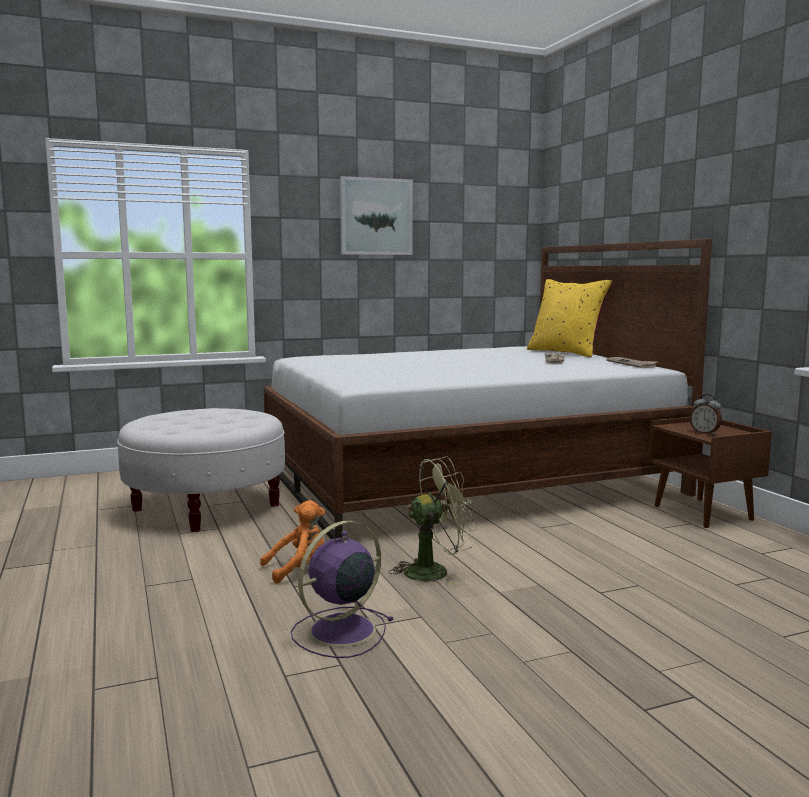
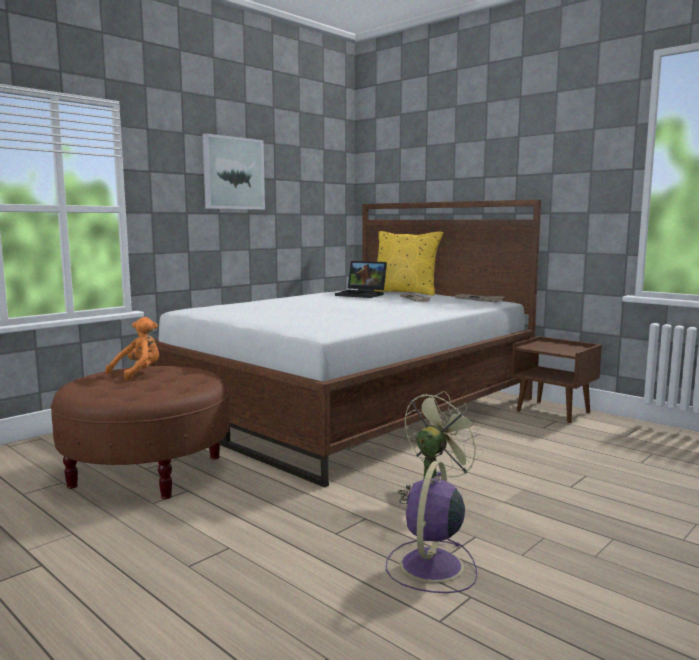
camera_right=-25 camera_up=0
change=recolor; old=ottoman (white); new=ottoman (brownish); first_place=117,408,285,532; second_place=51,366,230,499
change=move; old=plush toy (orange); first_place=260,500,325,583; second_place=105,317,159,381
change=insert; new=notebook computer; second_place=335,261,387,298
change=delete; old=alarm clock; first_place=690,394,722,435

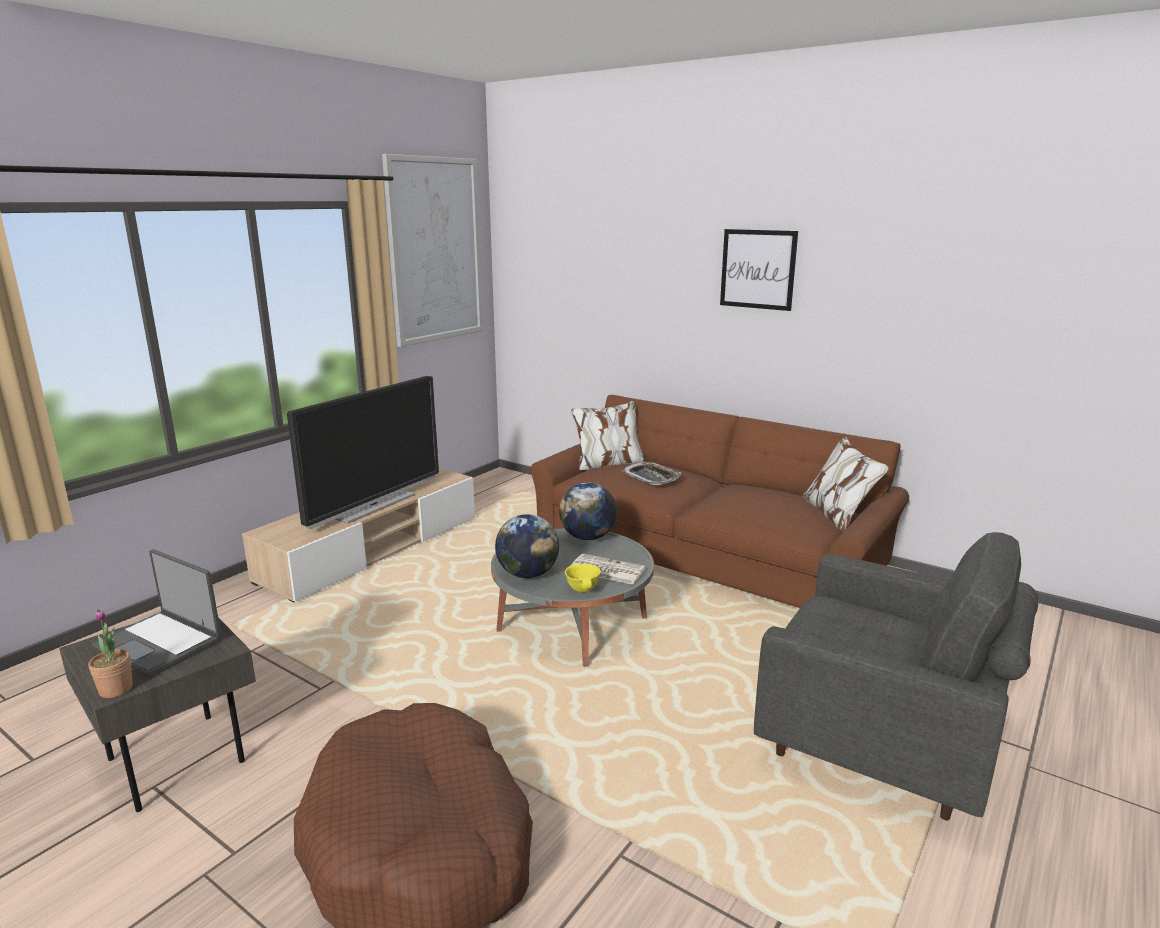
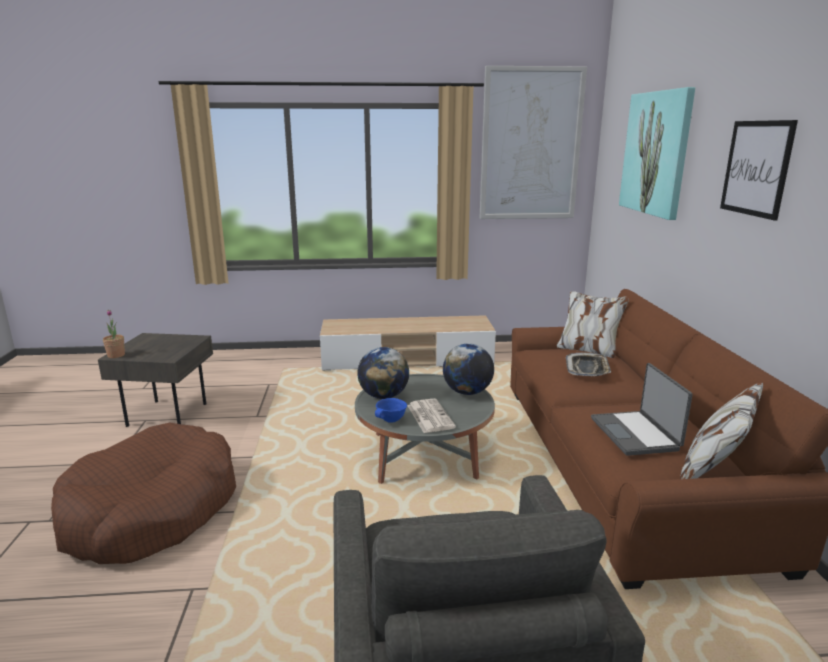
camera_right=50 camera_up=0
change=recolor; old=deep dish (yellow-coloured); new=deep dish (blue-coloured); first_place=565,564,601,592; second_place=375,398,407,423
change=move; old=notebook computer; first_place=93,549,221,677; second_place=591,363,693,456
change=insert; new=wall picture; second_place=619,87,695,220
change=delete; old=TV set; first_place=287,376,439,529

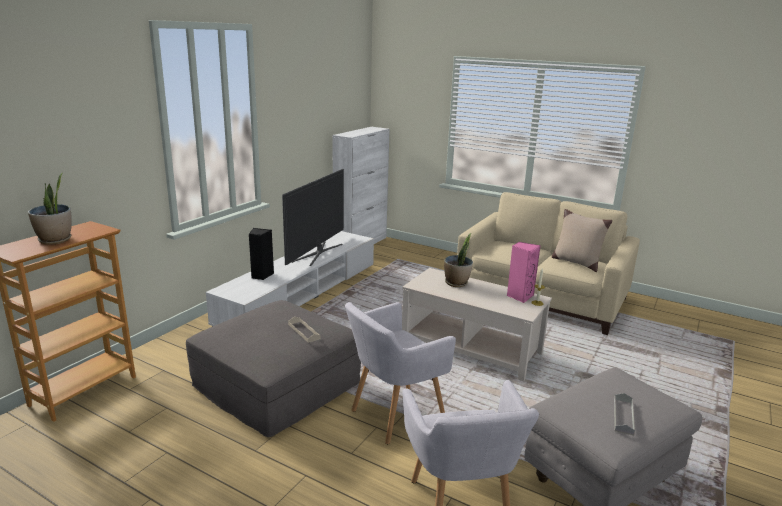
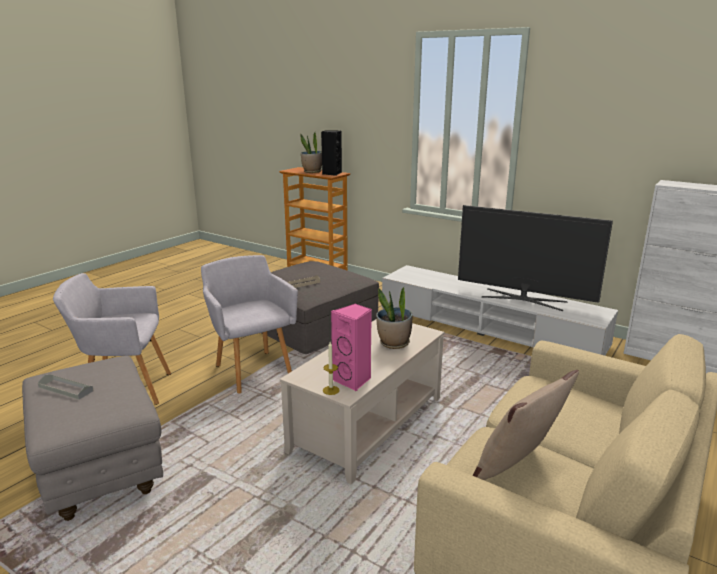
camera_right=95 camera_up=0
change=move; old=audio speaker (blackish); first_place=249,228,274,280; second_place=321,131,342,176

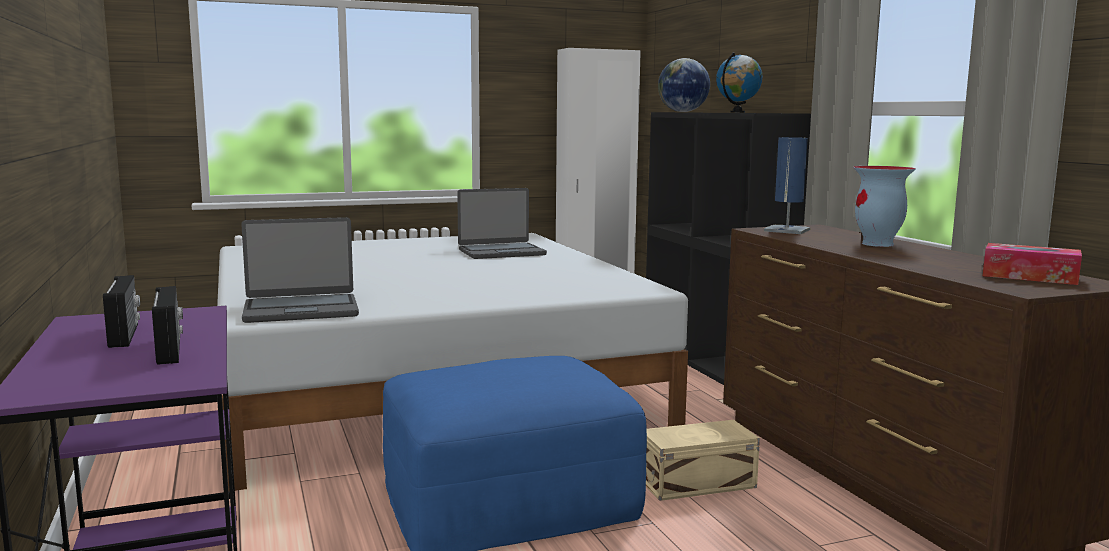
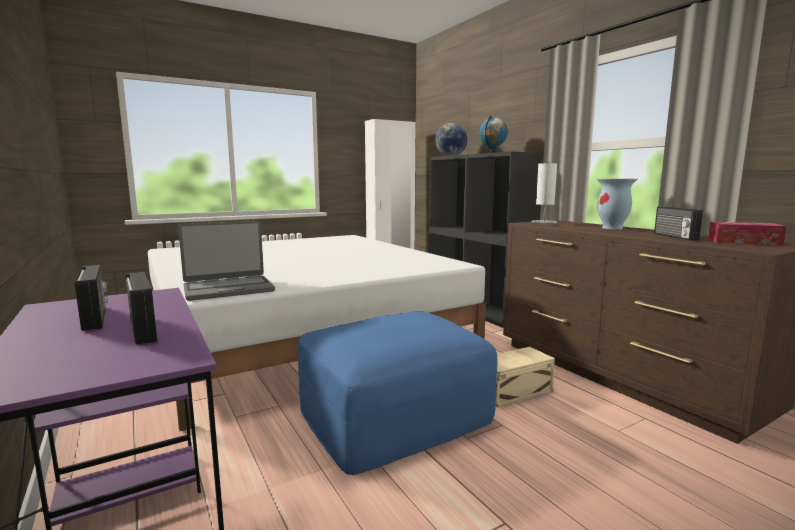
camera_right=-10 camera_up=0
change=recolor; old=lamp for a table (blue-coloured); new=lamp for a table (white); first_place=764,137,810,234; second_place=531,163,557,225
change=insert; new=radio set; second_place=654,207,703,240
change=delete; old=notebook computer; first_place=457,188,547,259

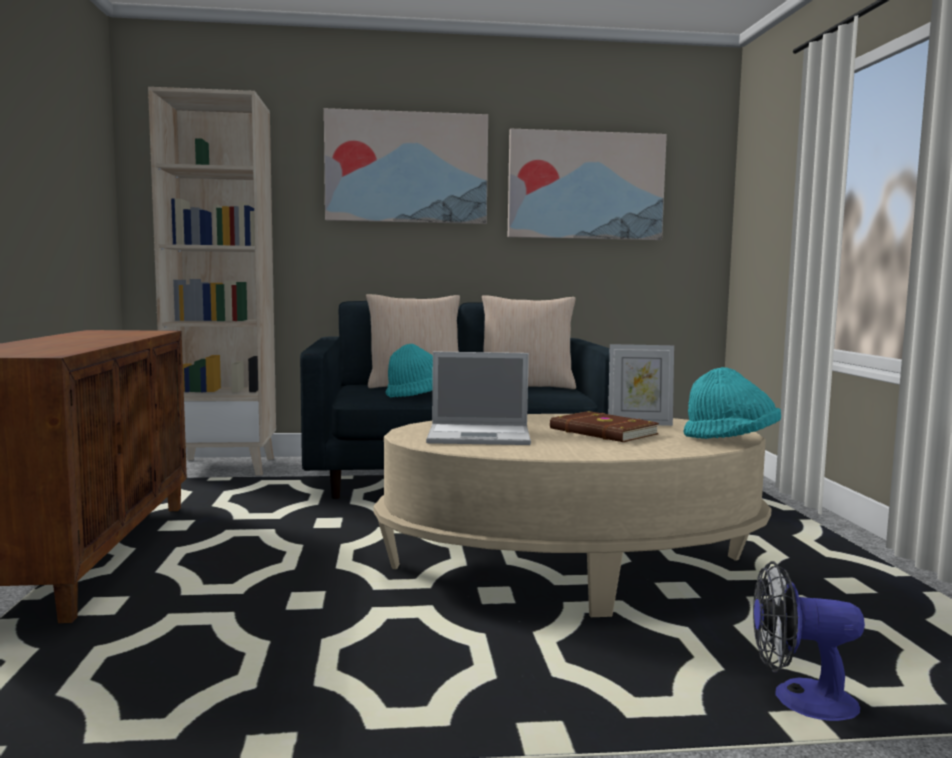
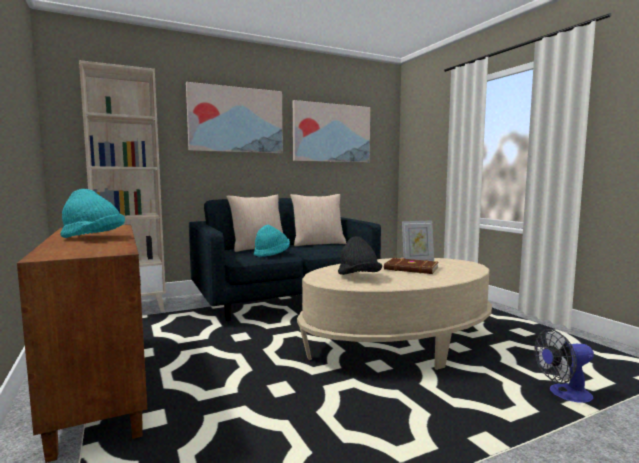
camera_right=-20 camera_up=0
change=move; old=hat (turquoise); first_place=683,367,781,439; second_place=60,189,125,238
change=replace; old=notebook computer; new=hat (blackish); first_place=426,351,531,445; second_place=338,236,382,275

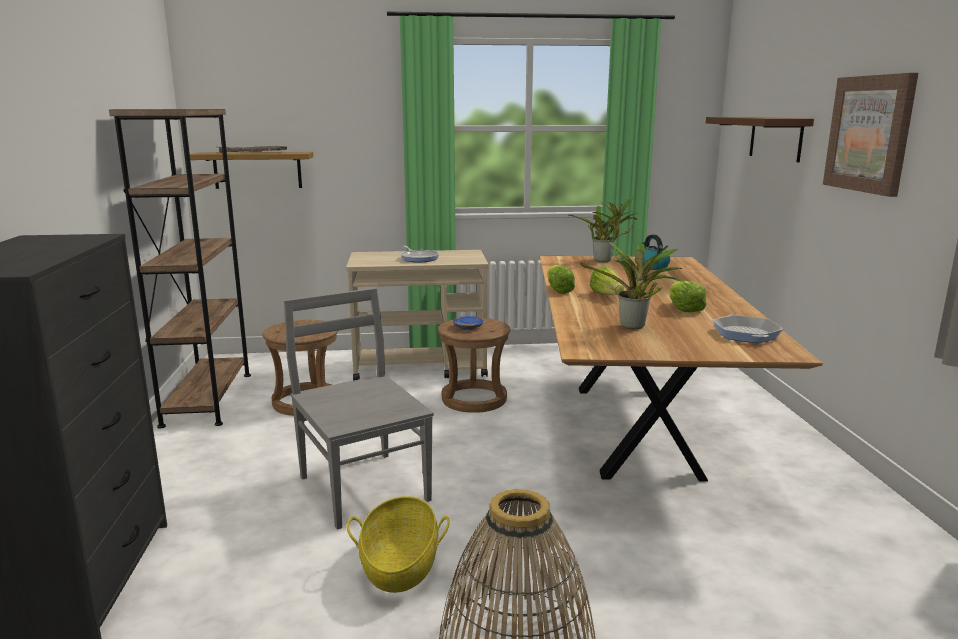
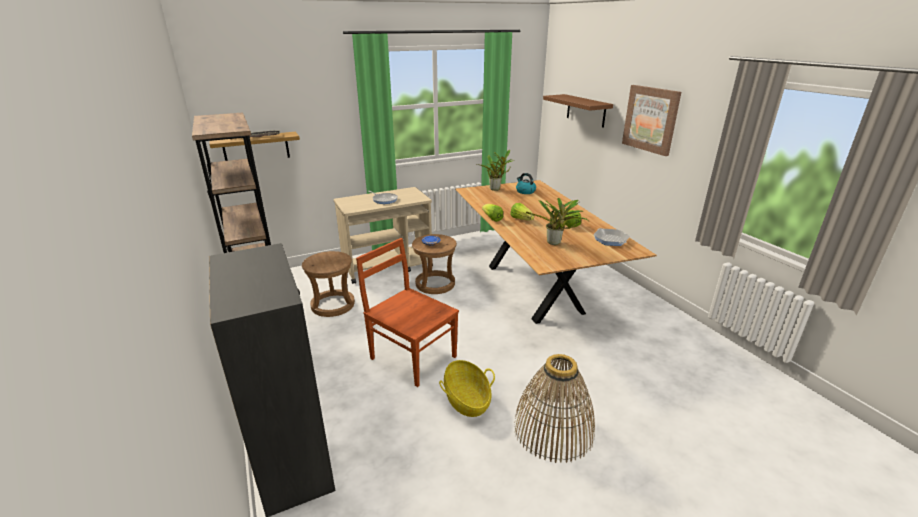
camera_right=-20 camera_up=10
change=recolor; old=plain chair (grey); new=plain chair (brownish); first_place=284,288,434,530; second_place=356,238,459,387

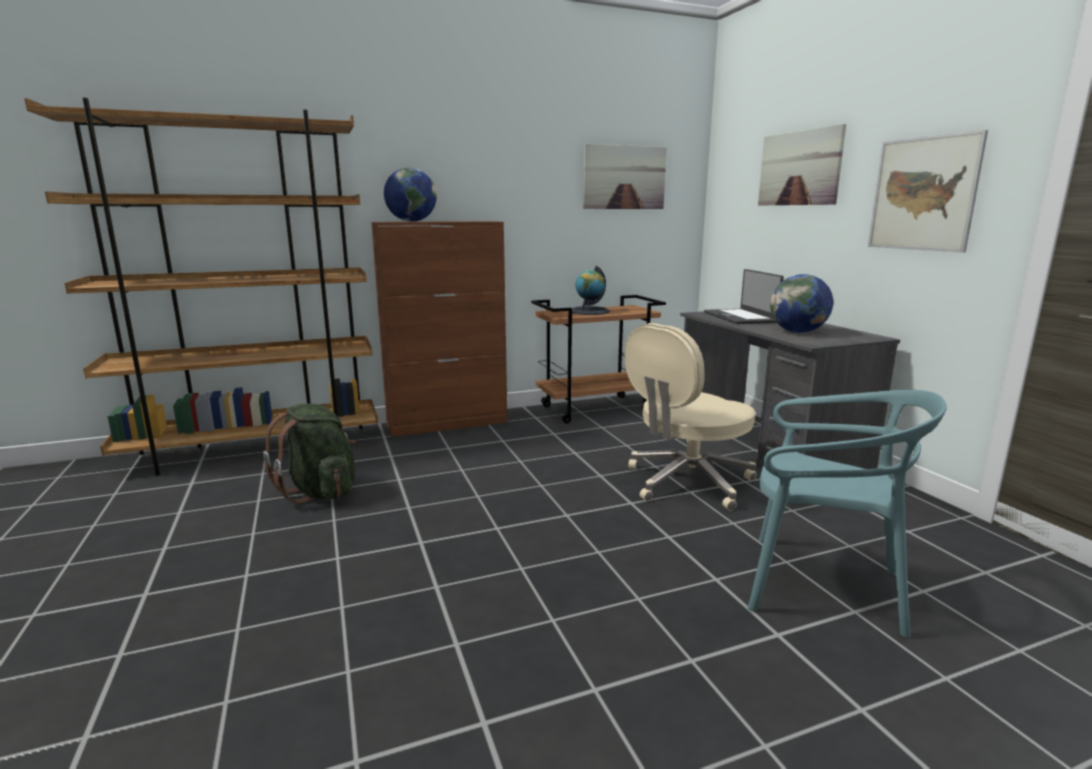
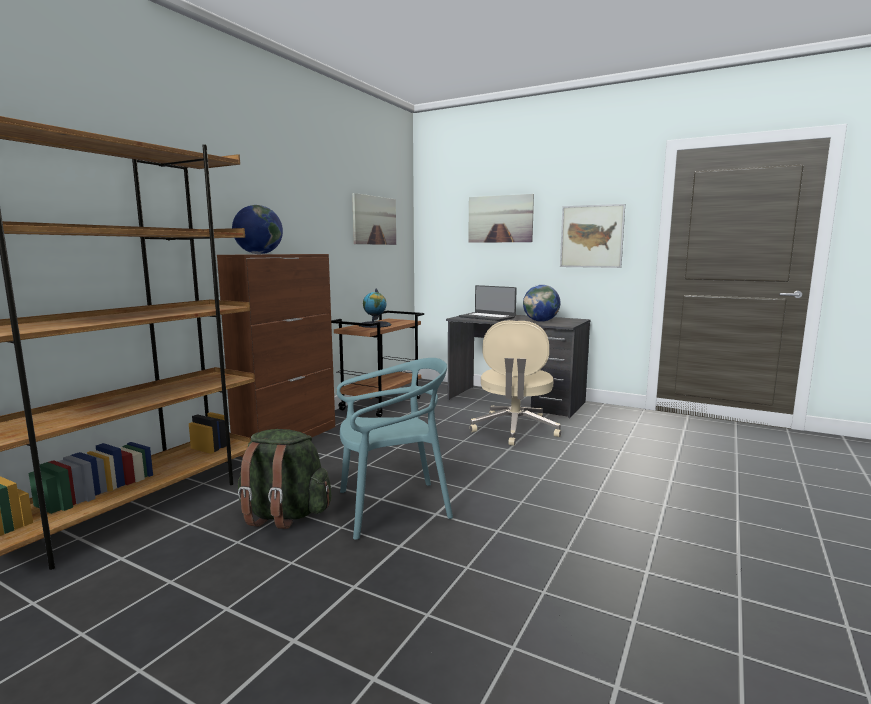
camera_right=-40 camera_up=-5
change=move; old=plain chair (turquoise); first_place=748,390,947,638; second_place=336,358,453,540

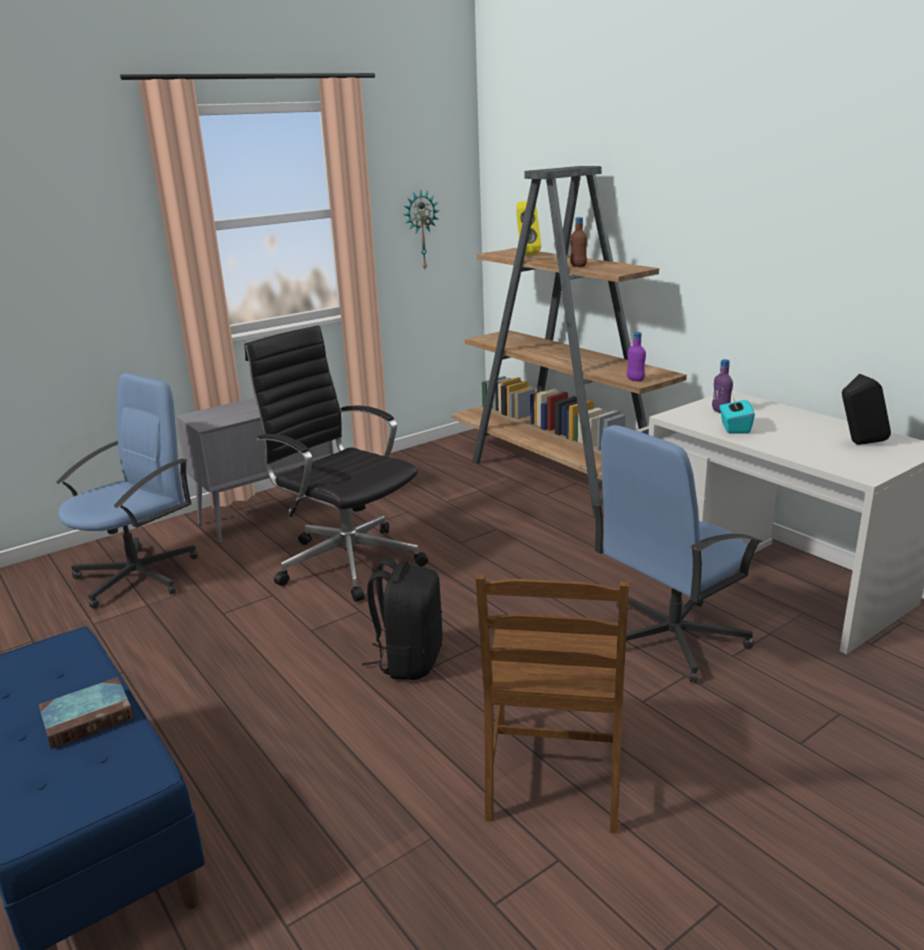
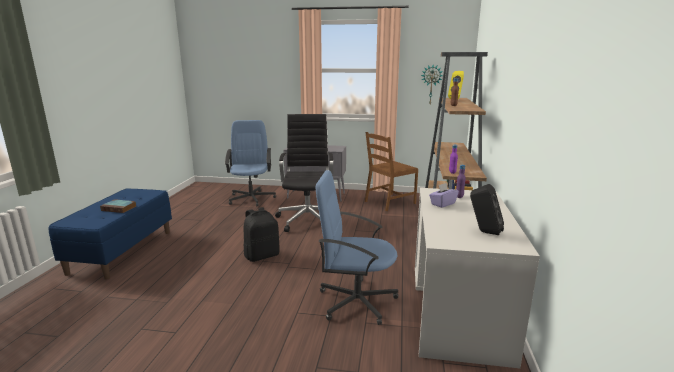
camera_right=45 camera_up=-5
change=rotate; old=computer chair (blue-coloured); first_place=56,373,198,608; second_place=225,120,276,206; degrees=-90
change=move; old=plain chair (brownish); first_place=476,574,629,834; second_place=365,132,418,211
change=recolor; old=tissue holder (turquoise); new=tissue holder (purple); first_place=719,394,755,433; second_place=429,183,459,208

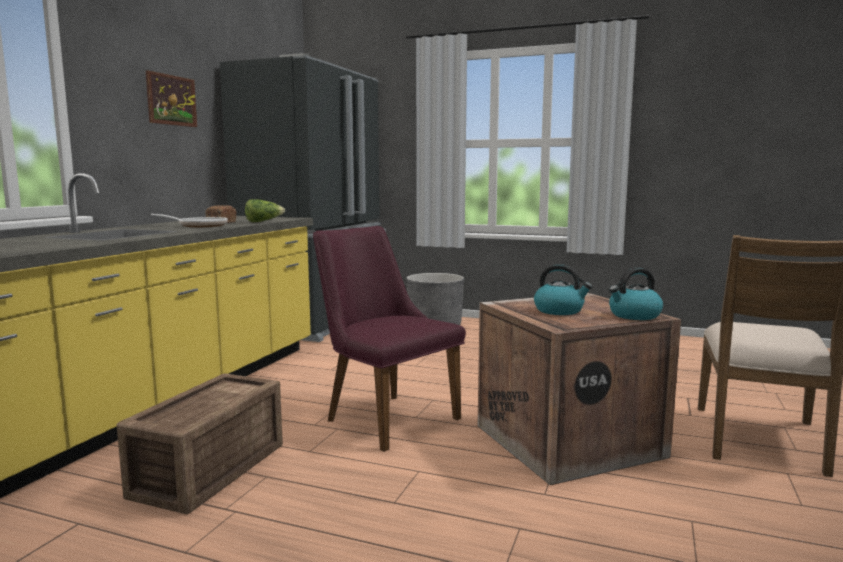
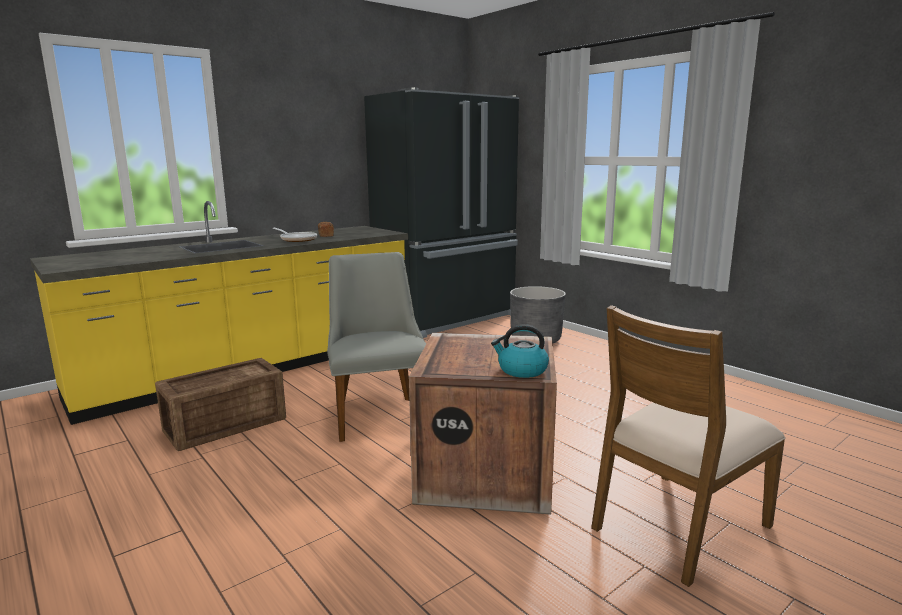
camera_right=30 camera_up=5
change=recolor; old=plain chair (purple); new=plain chair (grey); first_place=313,226,466,452; second_place=327,252,426,442
change=delete; old=wall picture; first_place=146,70,197,127
change=delete; old=lettuce; first_place=245,200,285,222
change=delete; old=water kettle; first_place=534,264,592,315

